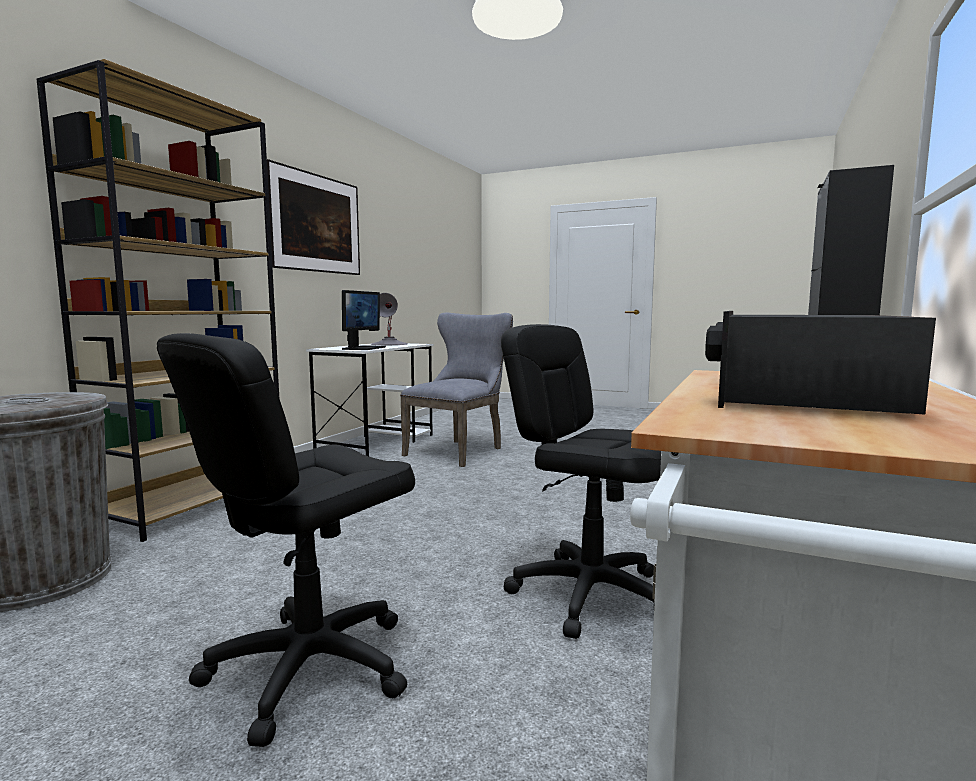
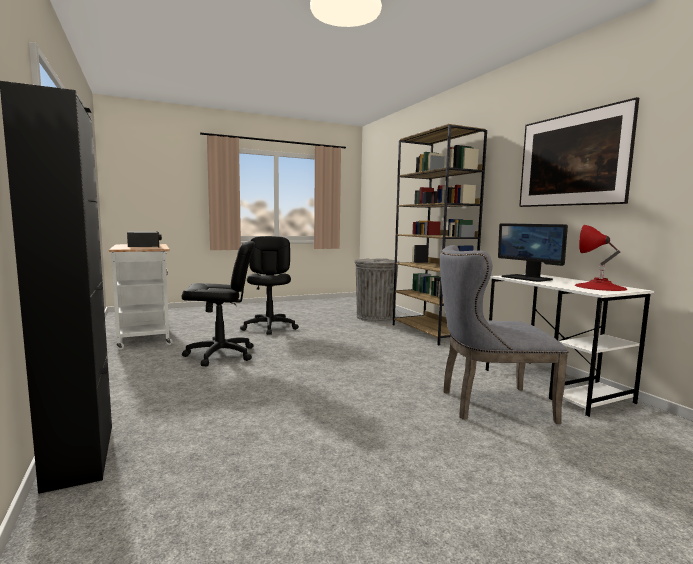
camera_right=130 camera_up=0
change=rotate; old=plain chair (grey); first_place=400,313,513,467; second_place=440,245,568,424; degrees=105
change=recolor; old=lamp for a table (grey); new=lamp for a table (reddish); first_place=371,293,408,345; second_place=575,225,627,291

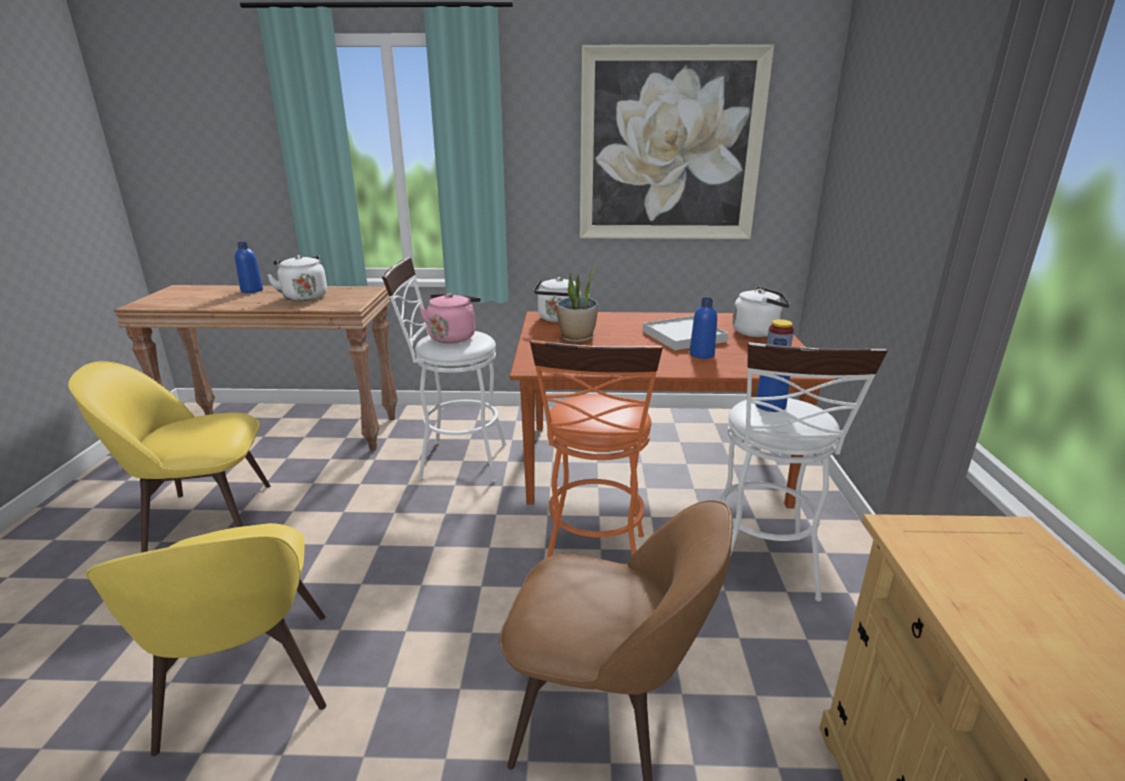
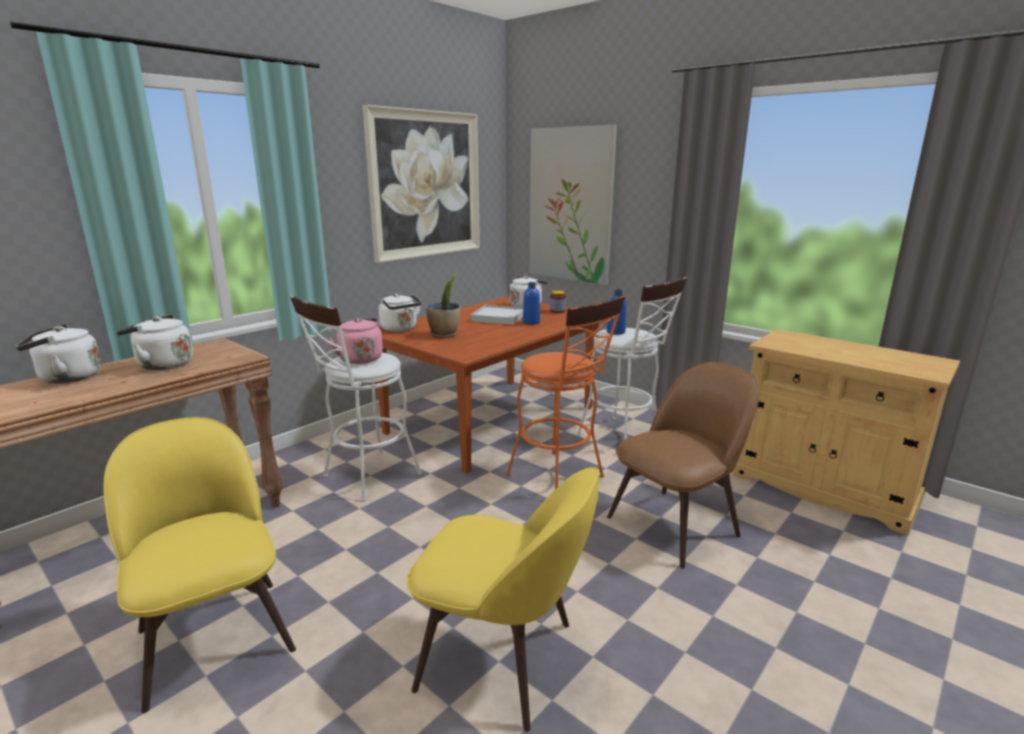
camera_right=-50 camera_up=-5
change=replace; old=beverage bottle (blue-coloured); new=water kettle (white); first_place=235,241,263,293; second_place=16,324,101,383
change=rotate; old=plain chair (yellow-coloured); first_place=68,361,271,553; second_place=103,417,296,713; degrees=120
change=insert; new=wall picture; second_place=530,125,617,285

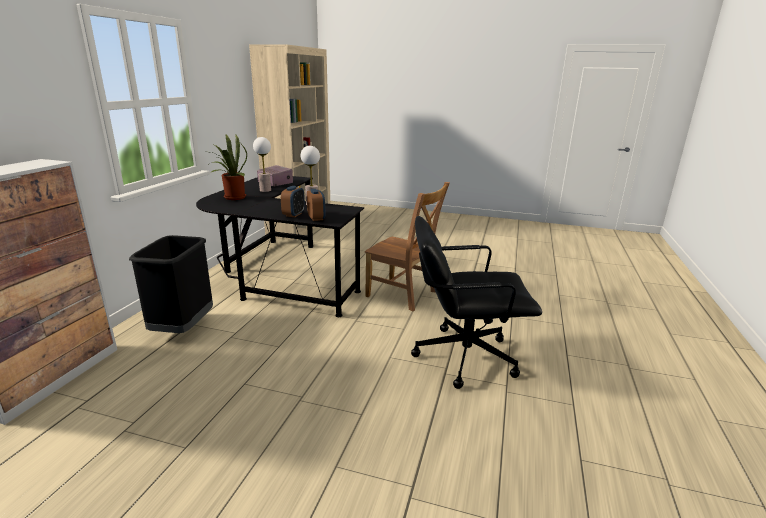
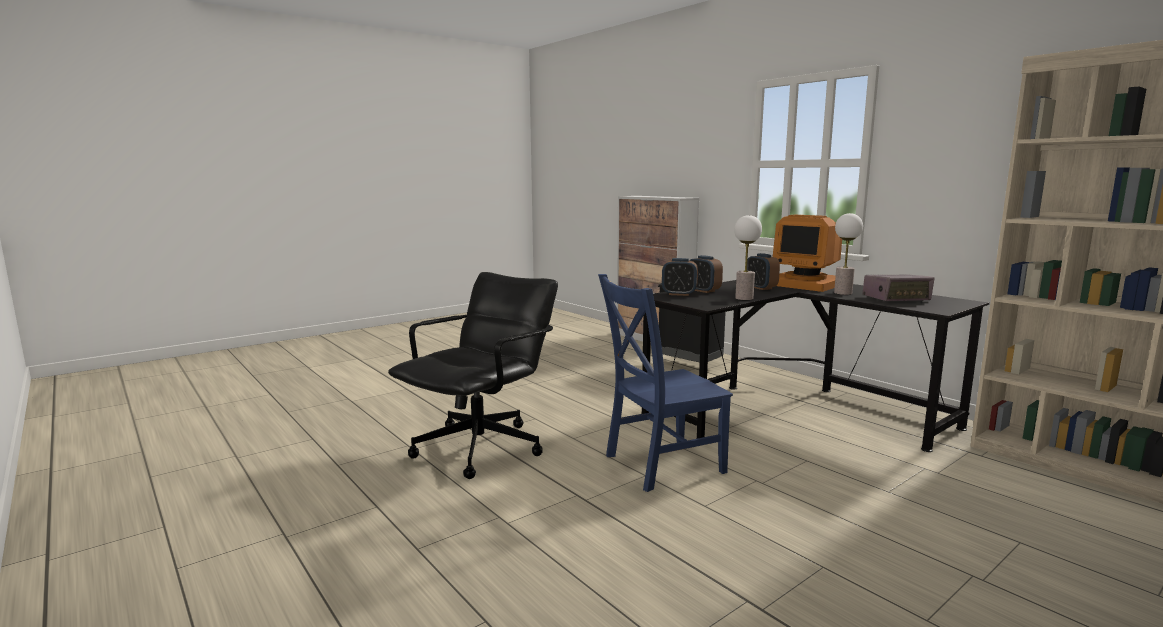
camera_right=125 camera_up=-10
change=recolor; old=plain chair (brownish); new=plain chair (blue-coloured); first_place=365,182,450,311; second_place=598,274,733,492
change=insert; new=alarm clock; second_place=747,253,780,290
change=replace; old=houseplant; new=monitor; first_place=210,134,247,200; second_place=773,215,842,292

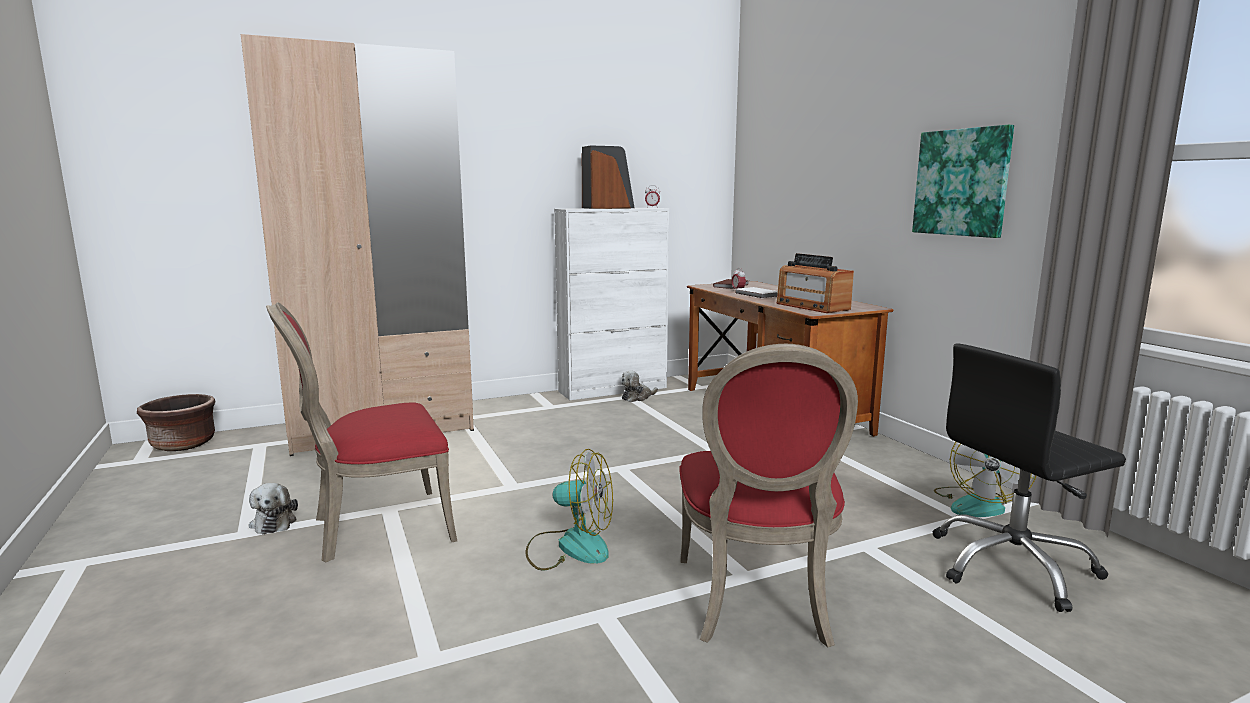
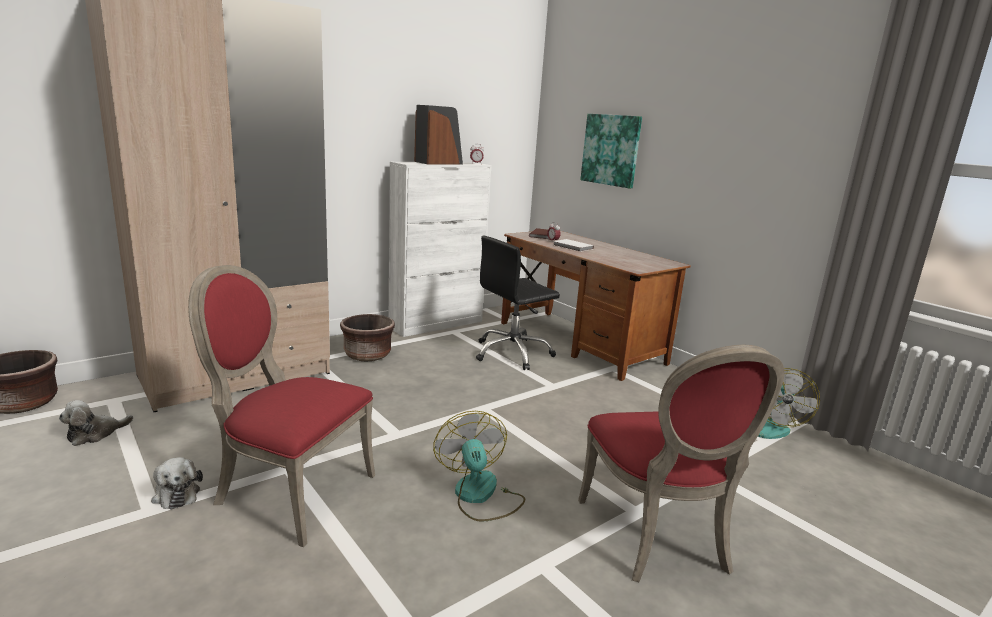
camera_right=-15 camera_up=5
change=move; old=plush toy; first_place=621,371,658,402; second_place=59,400,133,446
change=rotate; old=plain chair (reddish); first_place=266,302,457,563; second_place=188,265,375,547; degrees=60
change=insert; new=plant pot (brownish); second_place=340,314,395,361
change=rotate; old=fan; first_place=525,449,613,571; second_place=433,411,525,522; degrees=-105
change=move; old=computer chair (blackish); first_place=933,343,1126,612; second_place=476,236,560,370
change=move; old=wall picture; first_place=912,125,1014,238; second_place=580,114,642,188
change=delete; old=radio set; first_place=776,253,854,313

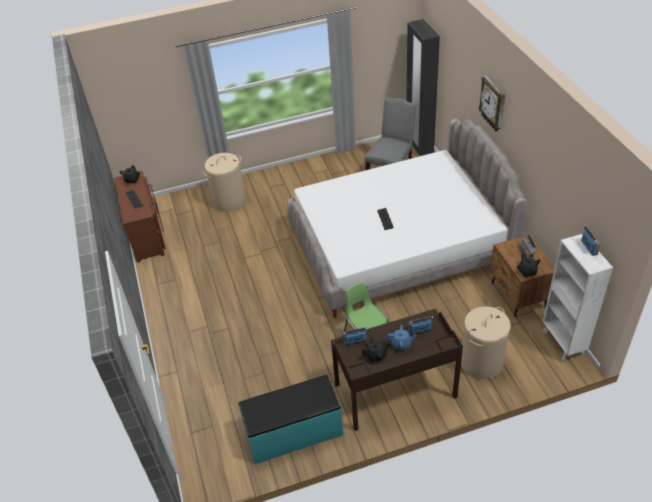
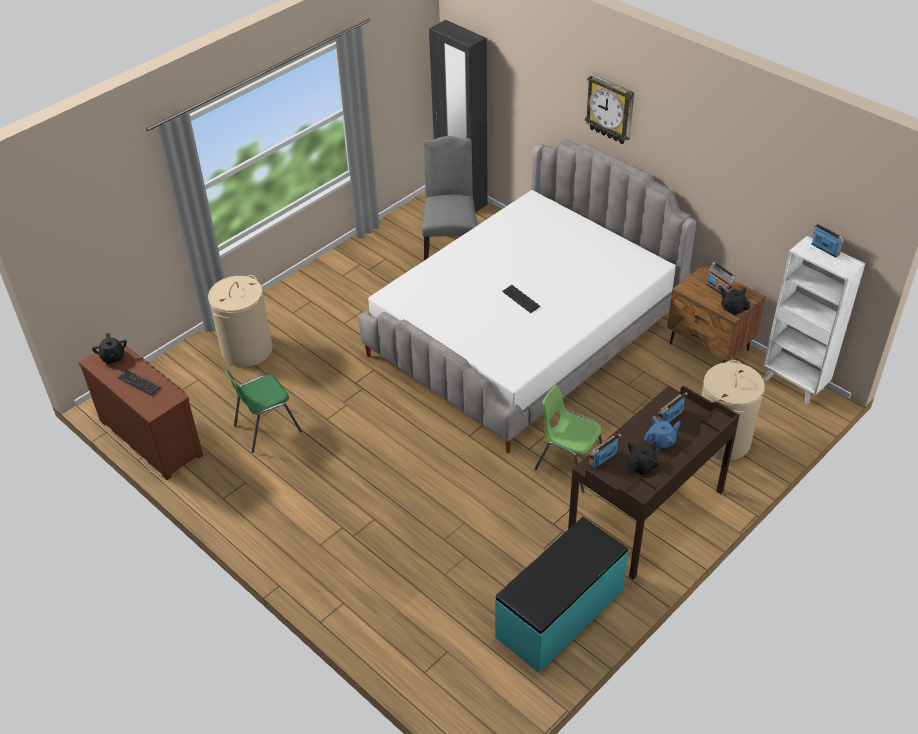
camera_right=-30 camera_up=0
change=insert; new=plain chair (green-coloured); second_place=224,369,302,453

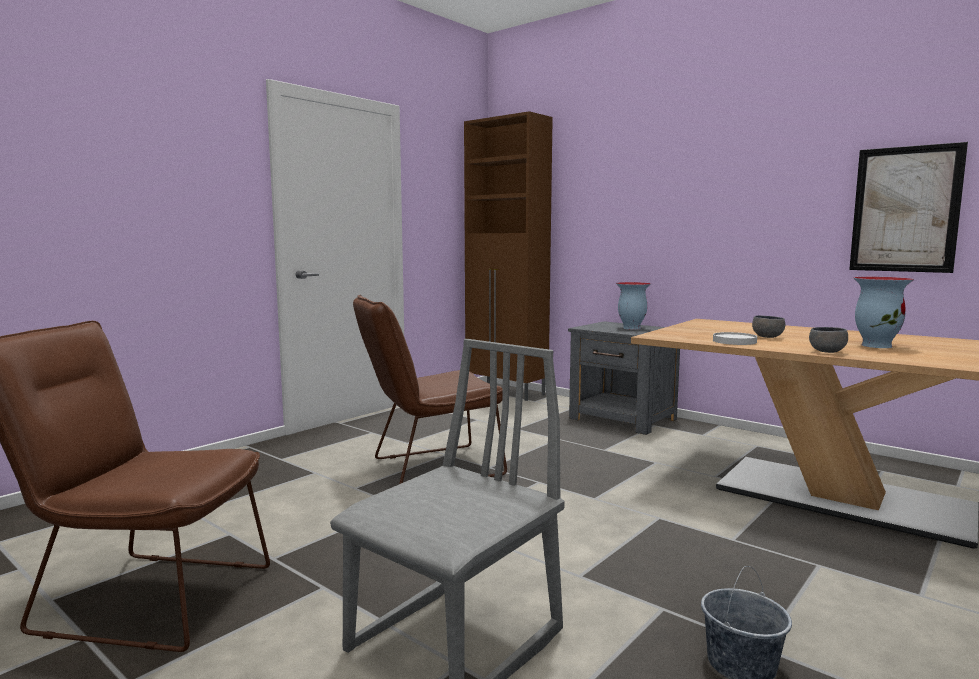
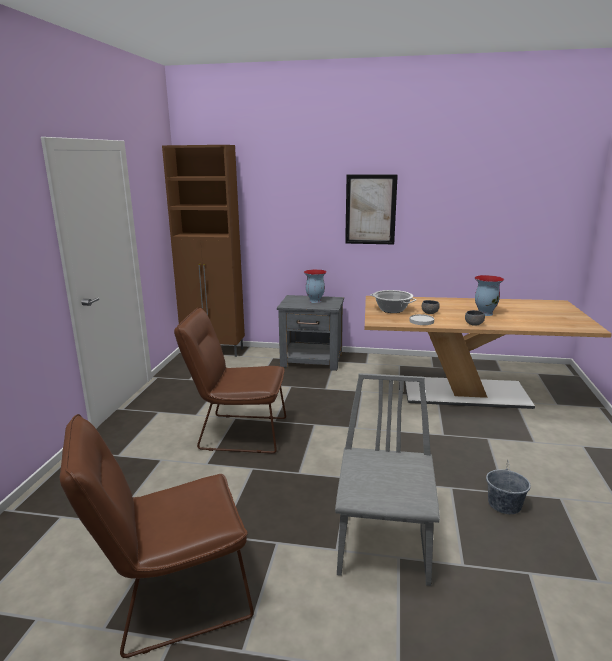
camera_right=-30 camera_up=10
change=rotate; old=plain chair (brownish); first_place=353,295,507,484; second_place=174,307,286,453; degrees=60
change=move; old=wall picture; first_place=849,142,968,273; second_place=345,174,398,244
change=insert; new=cooking pot; second_place=370,290,416,313

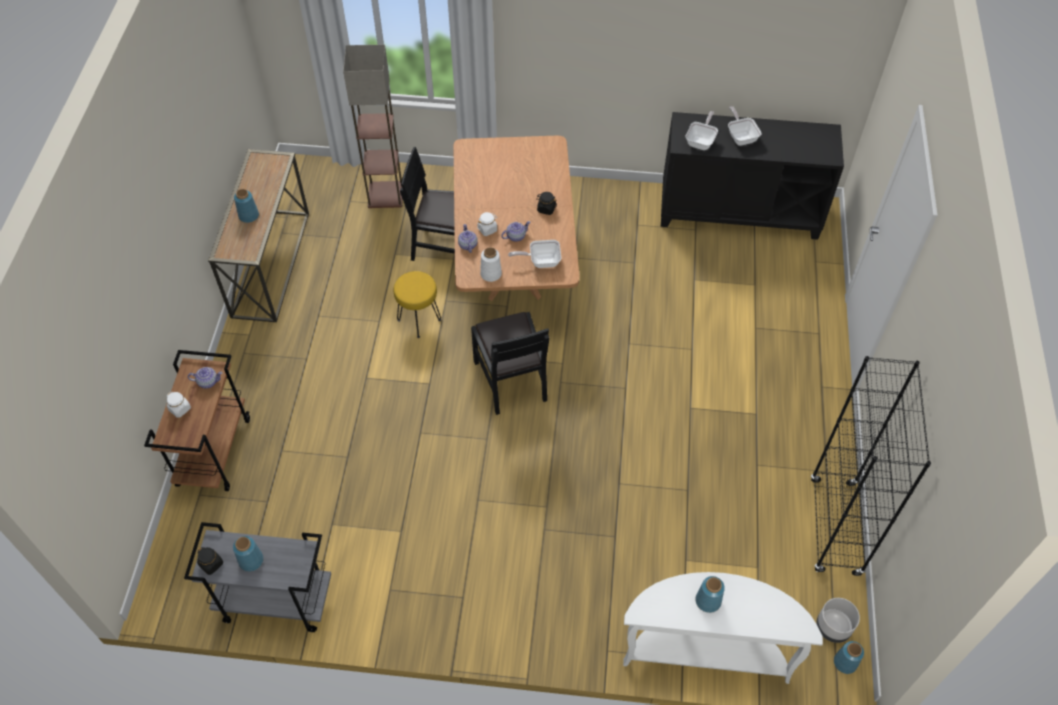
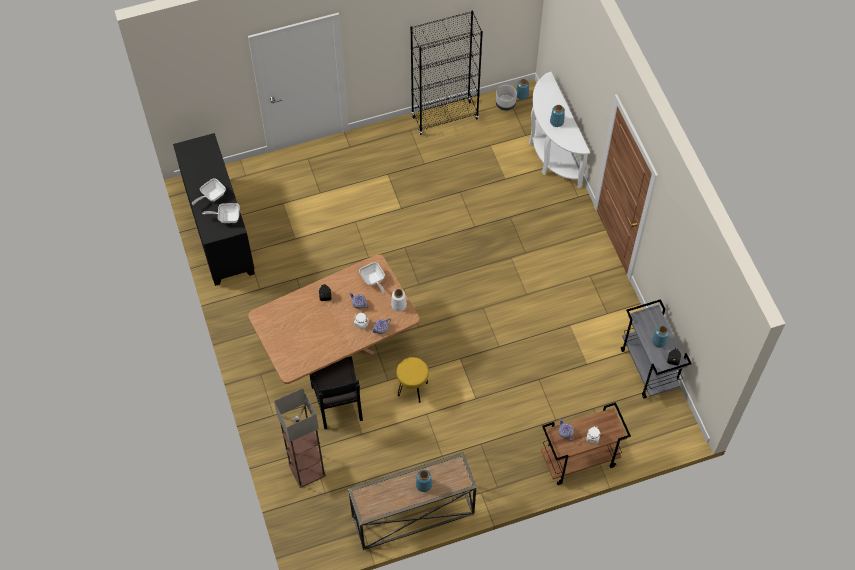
camera_right=-115 camera_up=5
change=delete; old=plain chair (blackish); first_place=471,312,549,415

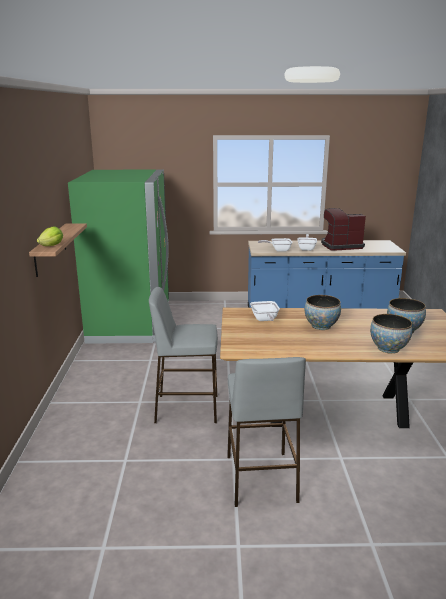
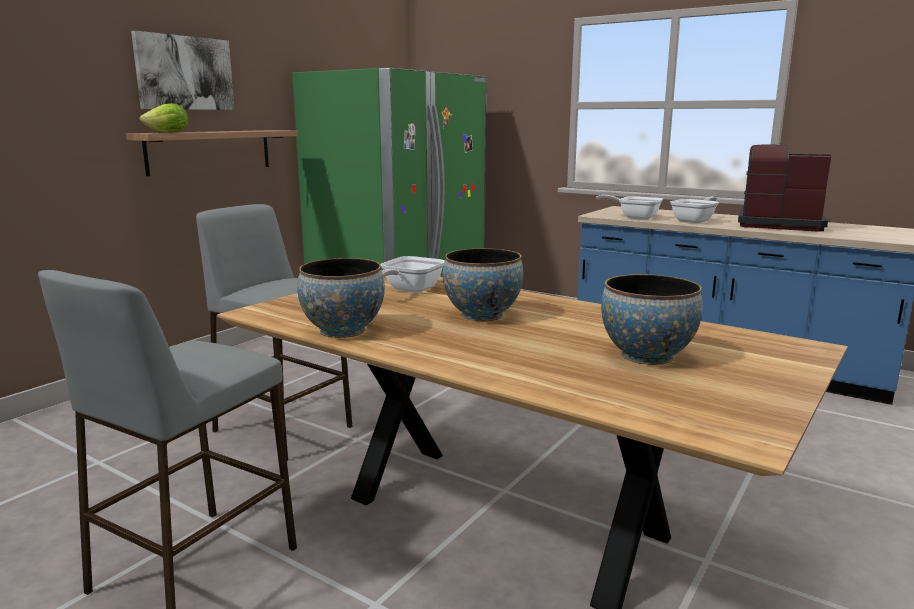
camera_right=35 camera_up=-5
change=insert; new=wall picture; second_place=131,31,235,110
change=move; old=deep dish; first_place=370,314,413,354; second_place=297,258,385,338

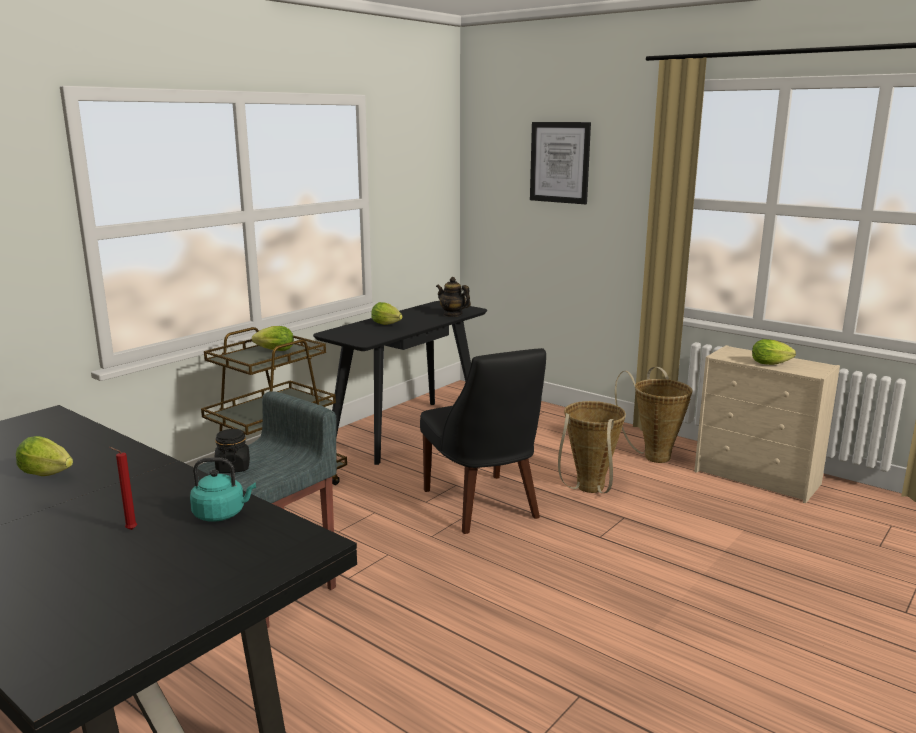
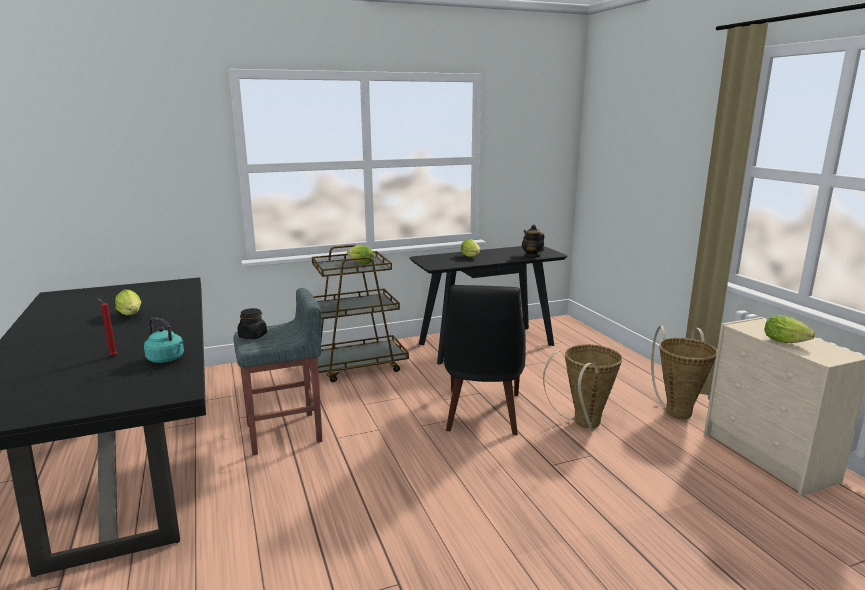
camera_right=30 camera_up=0
change=delete; old=wall picture; first_place=530,122,591,204

